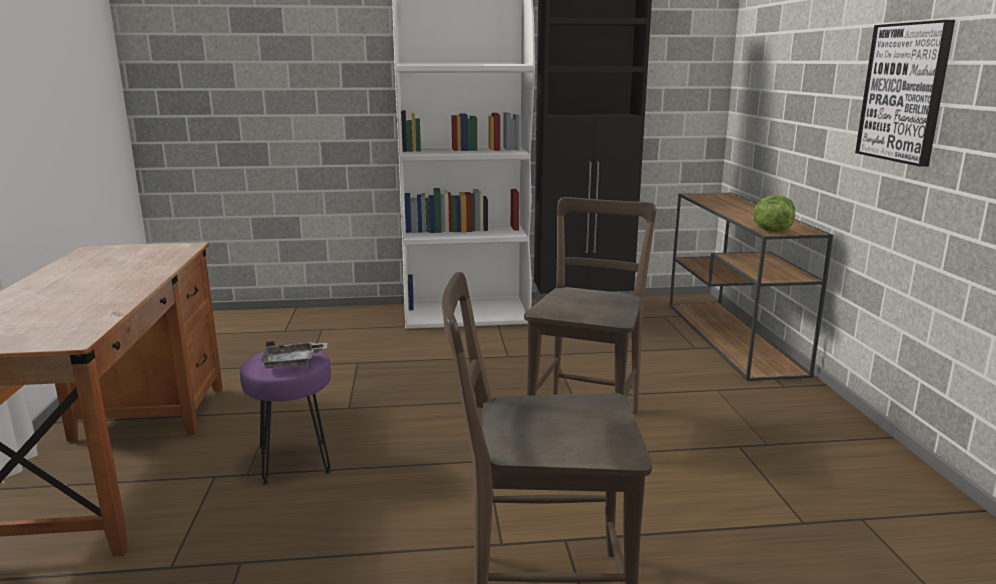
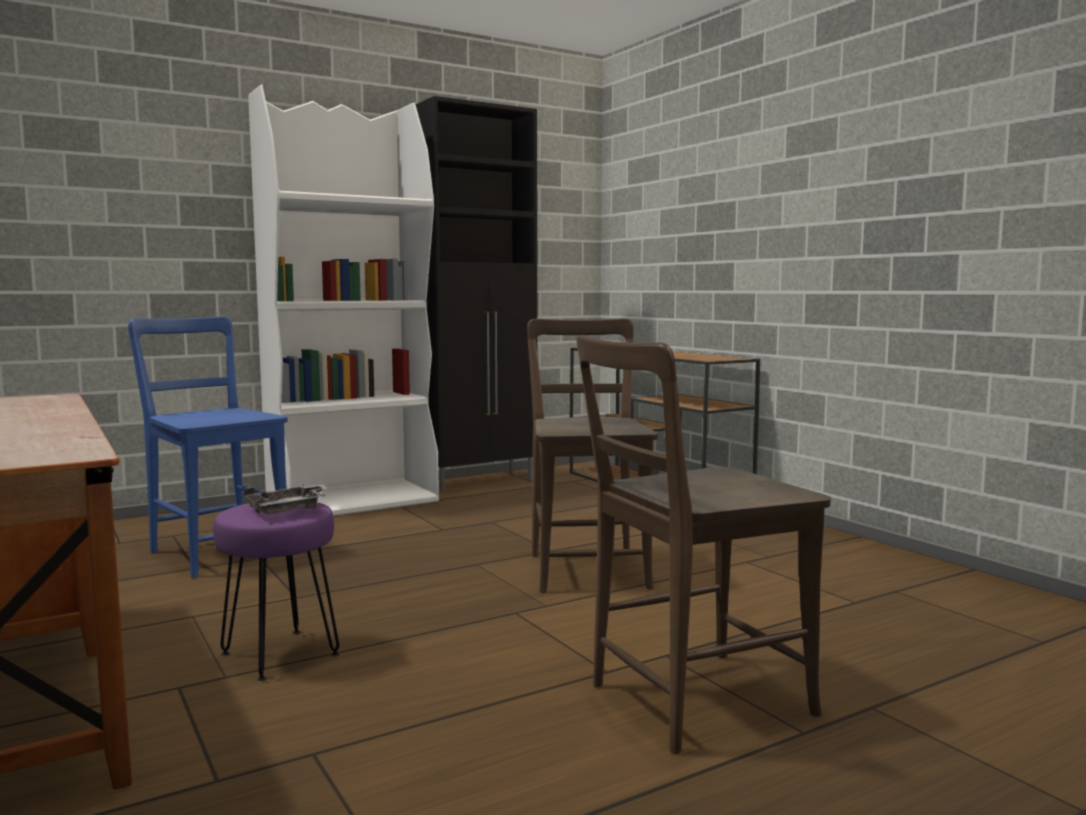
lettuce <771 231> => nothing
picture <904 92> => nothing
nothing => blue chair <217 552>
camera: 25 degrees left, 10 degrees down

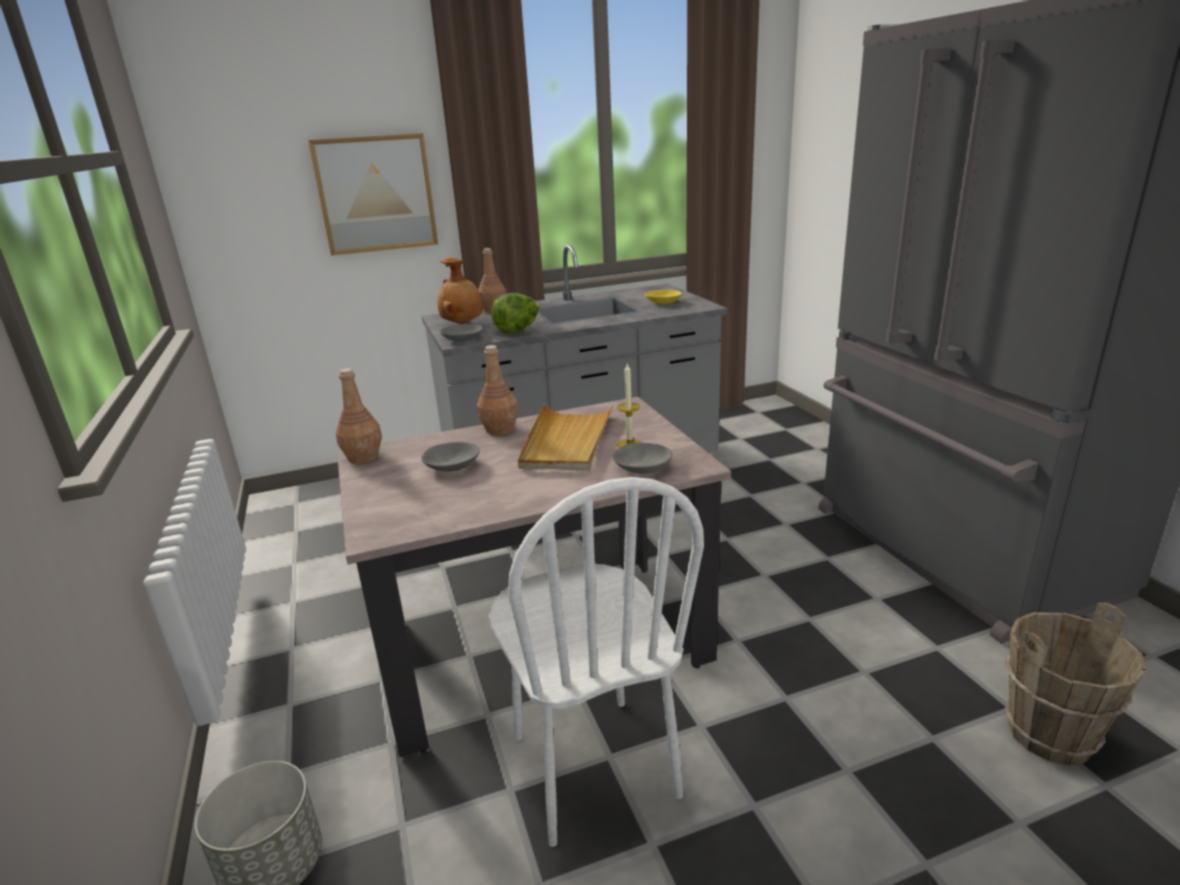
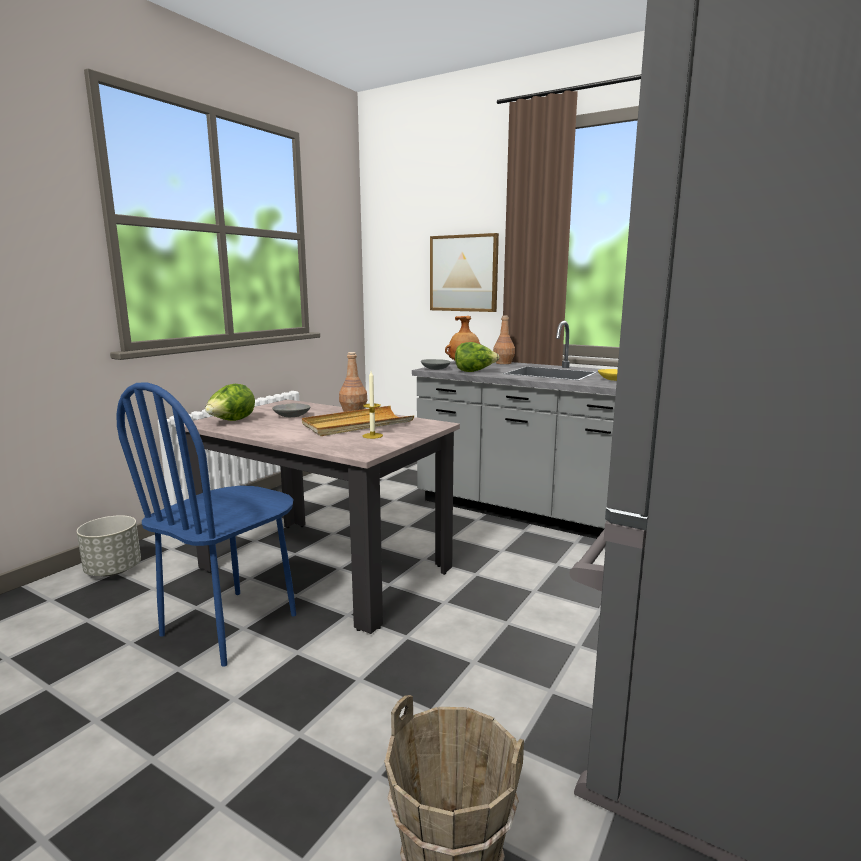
brown bottle <363 457> => nothing
white chair <592 766> => blue chair <230 625>
grey bowl <642 468> => nothing
nothing => lettuce <231 421>
camera: 50 degrees right, 10 degrees down

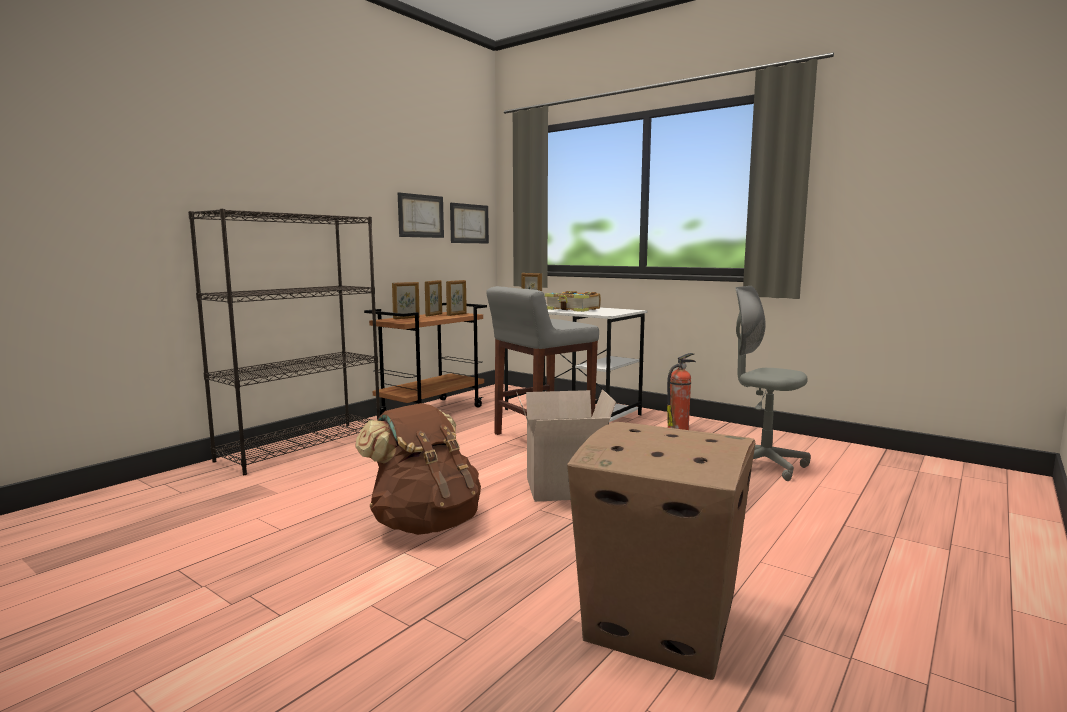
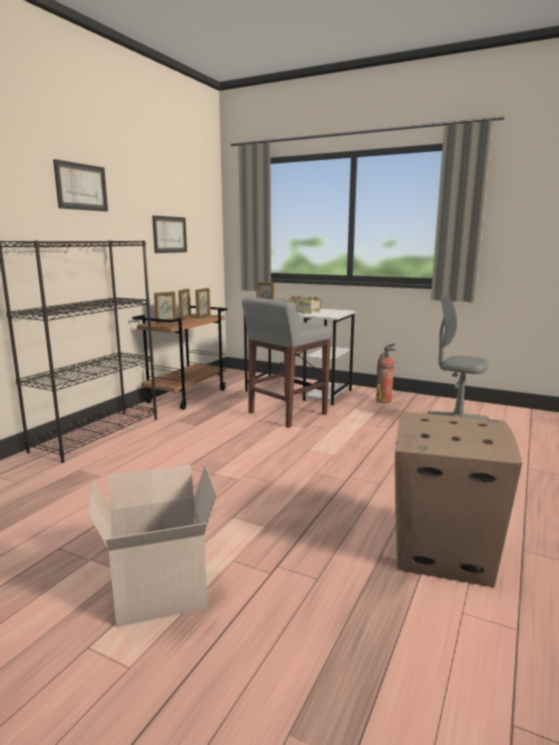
brown backpack <425 523> => nothing
picture <469 223> => picture <81 187>, shifted
cardboard box <562 489> => cardboard box <158 595>, shifted
camera: 10 degrees left, 5 degrees up

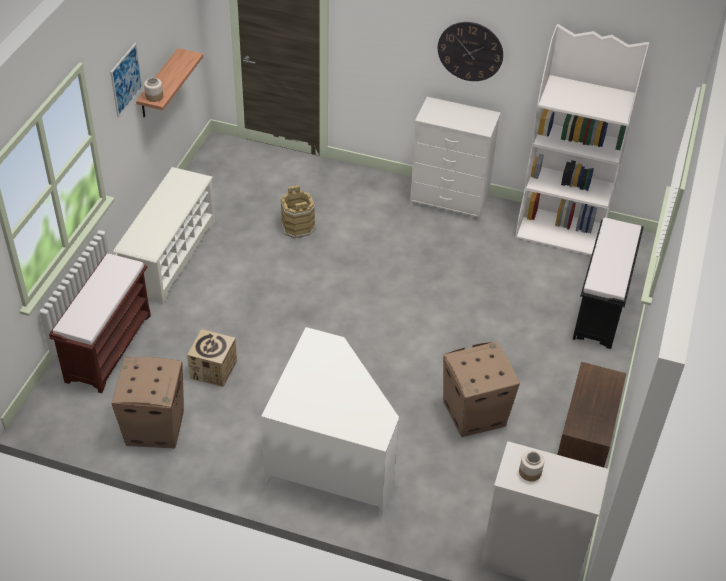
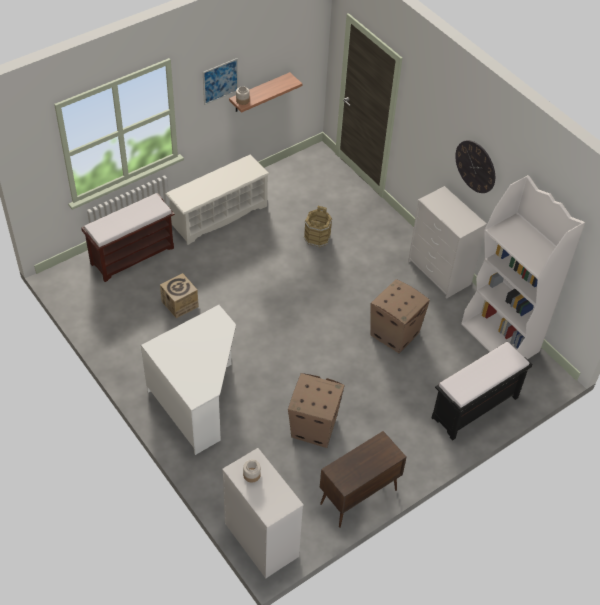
cardboard box <155 427> => cardboard box <395 333>, shifted
camera: 35 degrees right, 5 degrees up

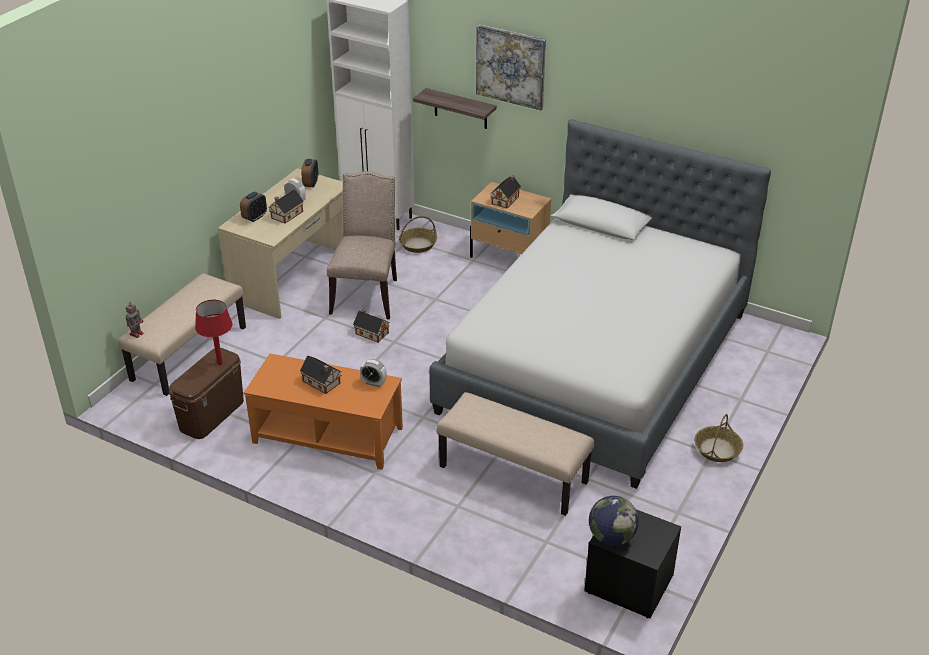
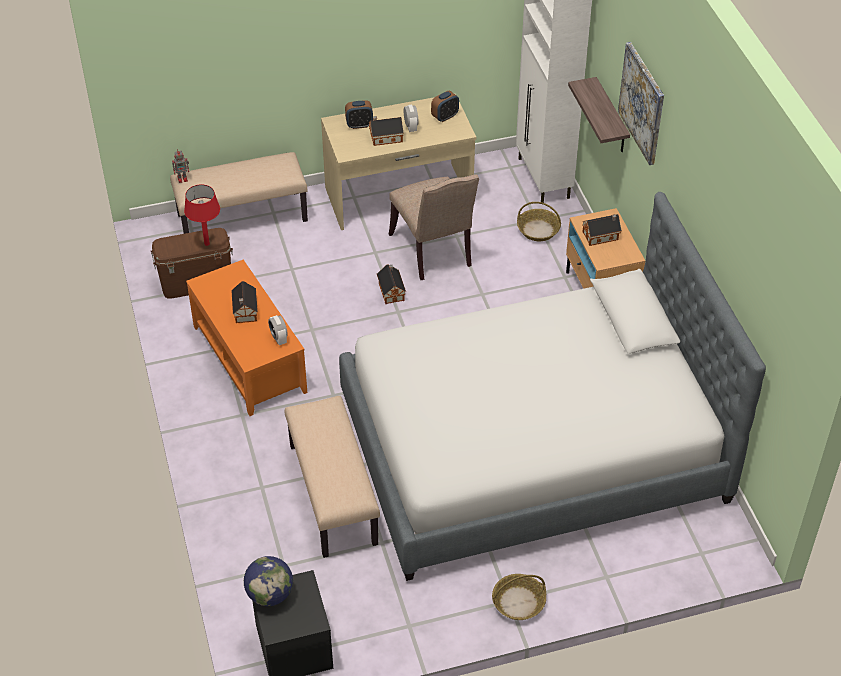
beige chair <367 294> => beige chair <434 252>, 105 degrees clockwise
camera: 45 degrees right, 10 degrees up

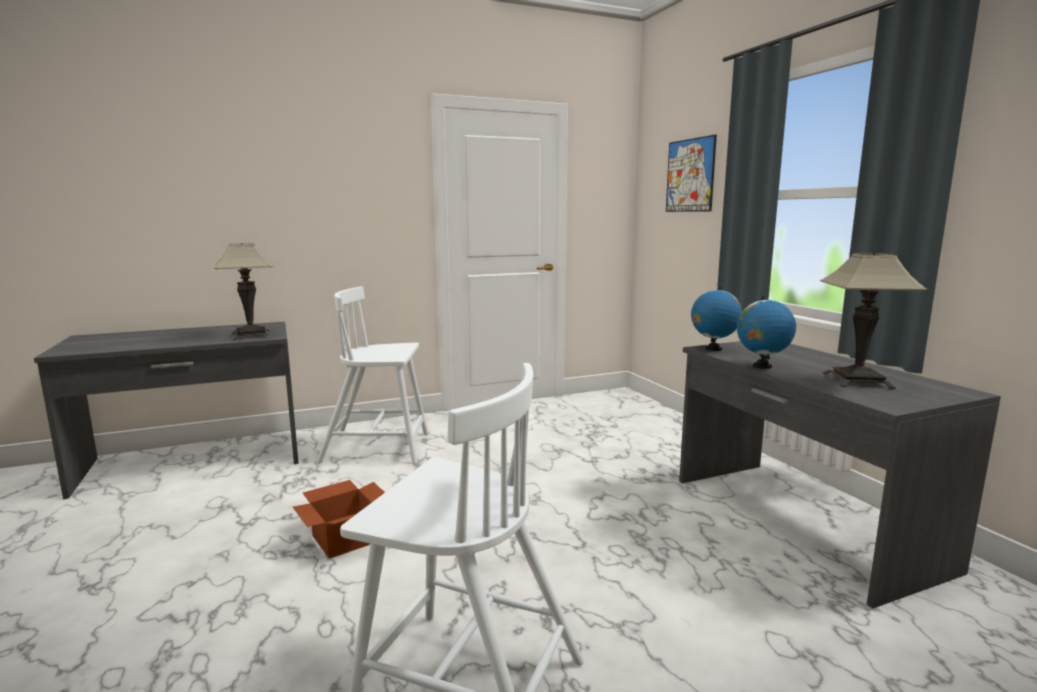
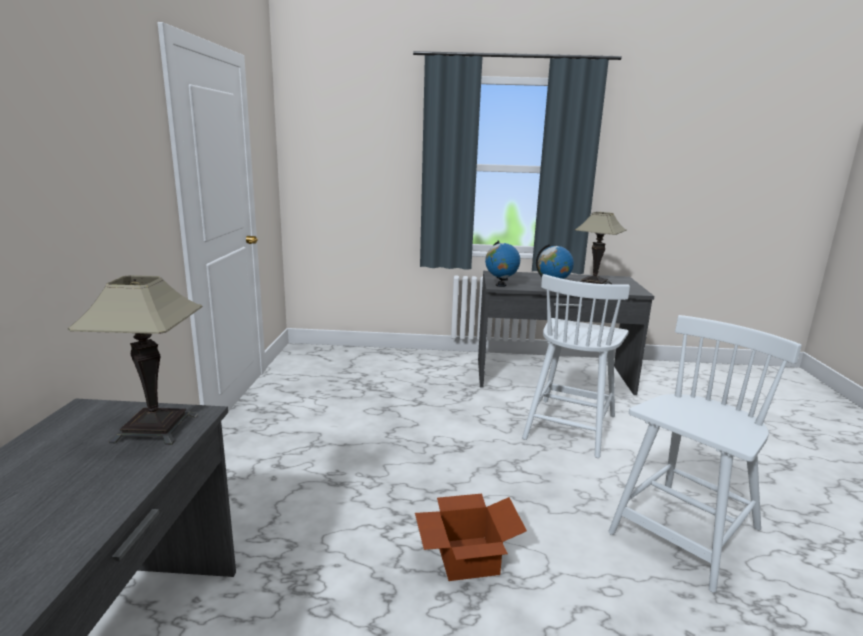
white chair <378 448> => white chair <570 426>, shifted
picture <690 175> => nothing
camera: 65 degrees left, 5 degrees up

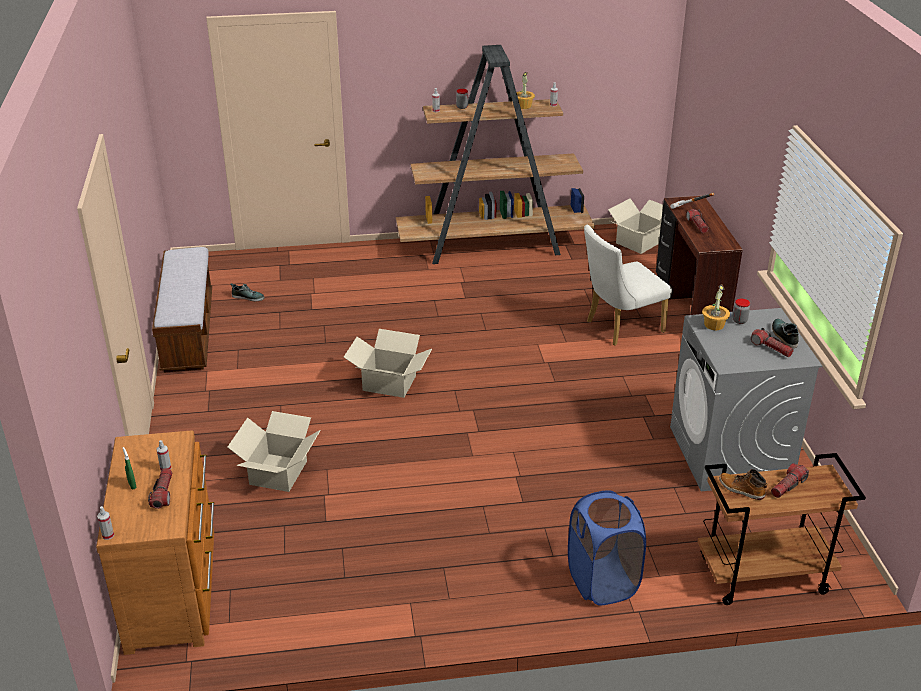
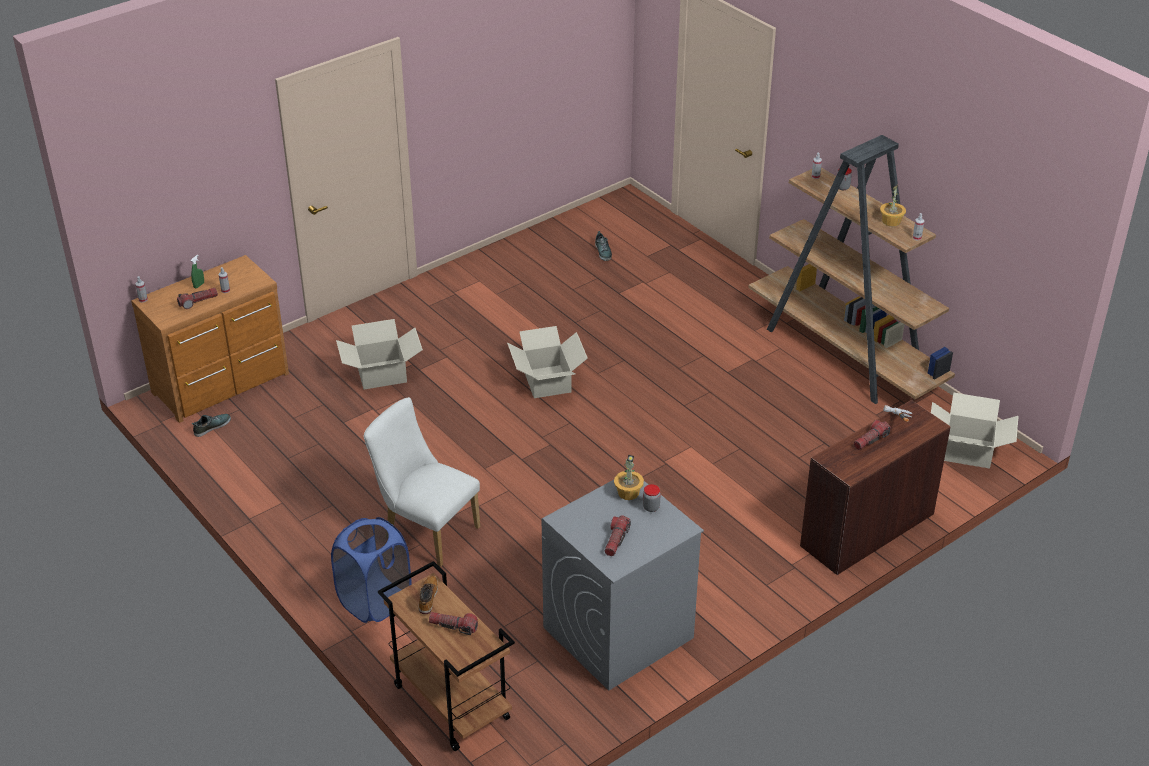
bench <188 331> => nothing
white chair <619 328> => white chair <426 530>, shifted
shoe <784 336> => shoe <212 426>, shifted
camera: 60 degrees right, 5 degrees up

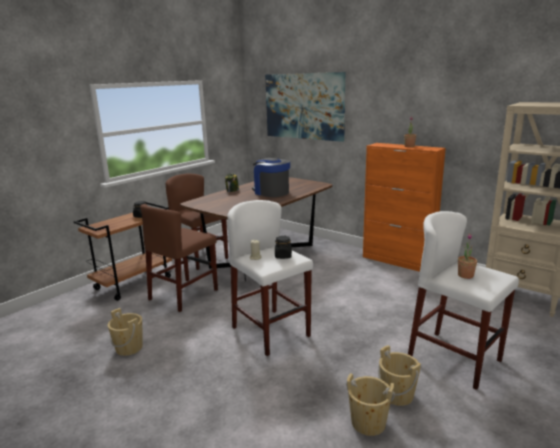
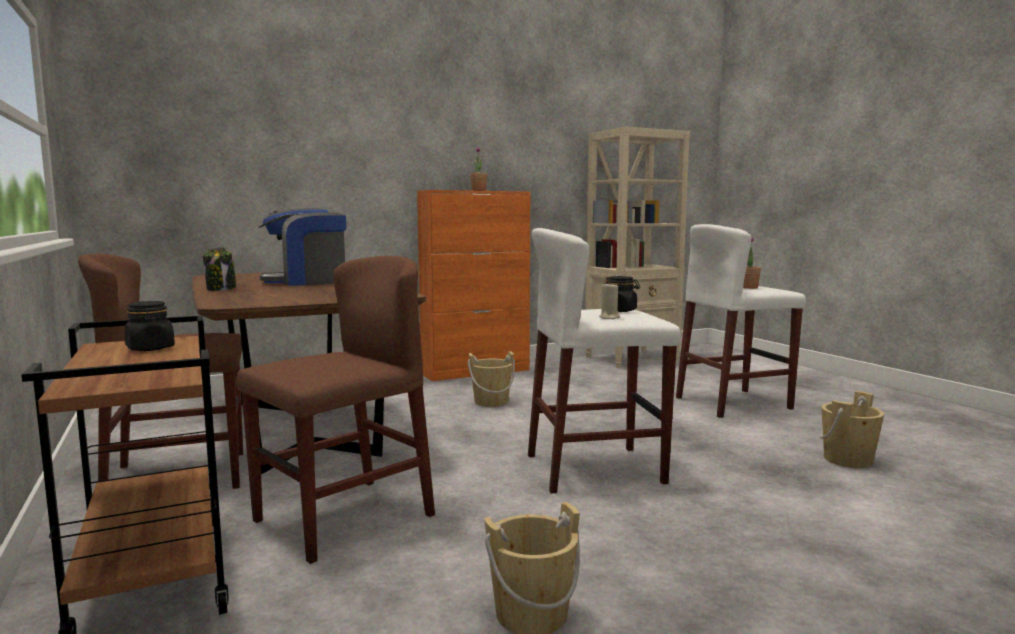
brown chair <184 294> => brown chair <344 518>, 105 degrees counterclockwise
picture <304 106> => nothing
beige bucket <397 395> => beige bucket <491 402>, shifted
camera: 65 degrees left, 10 degrees down

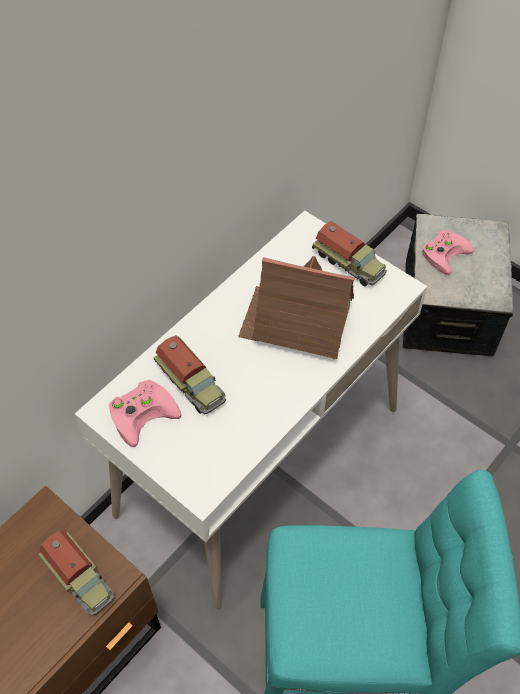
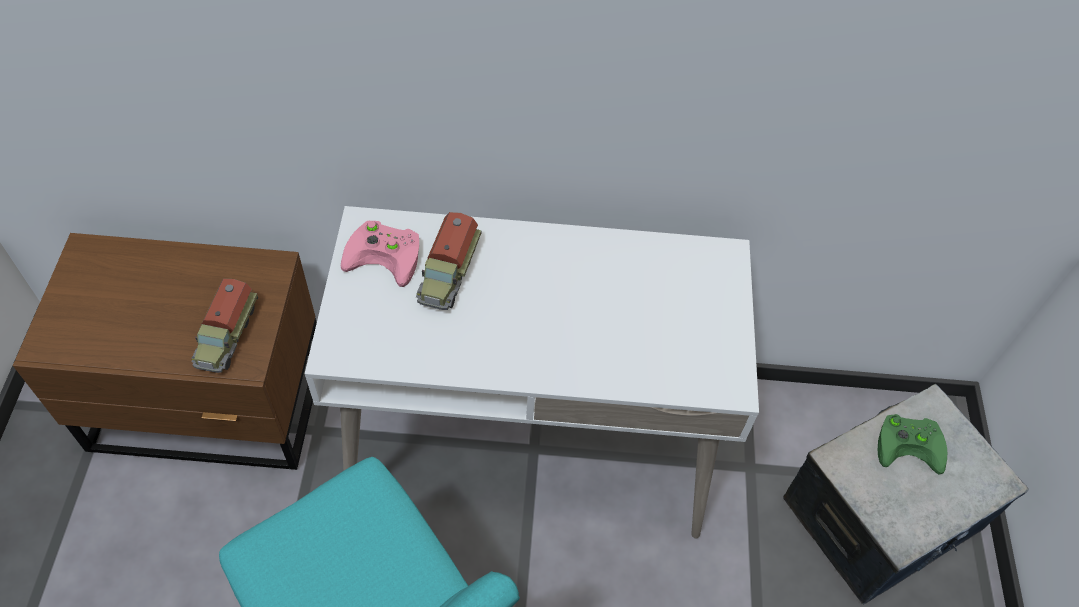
toy house <297 322> => nothing
toy truck <349 263> => nothing
pink game controller <444 252> => green game controller <911 444>
camera: 50 degrees right, 0 degrees up

